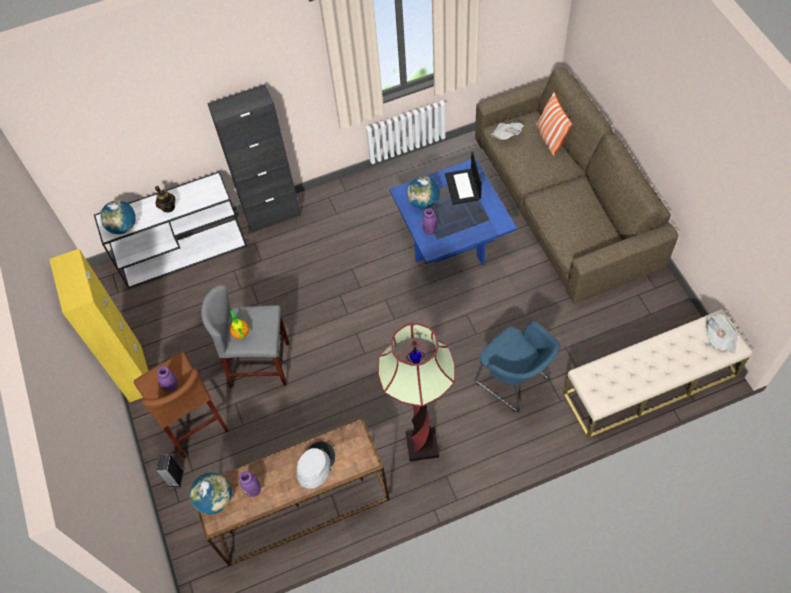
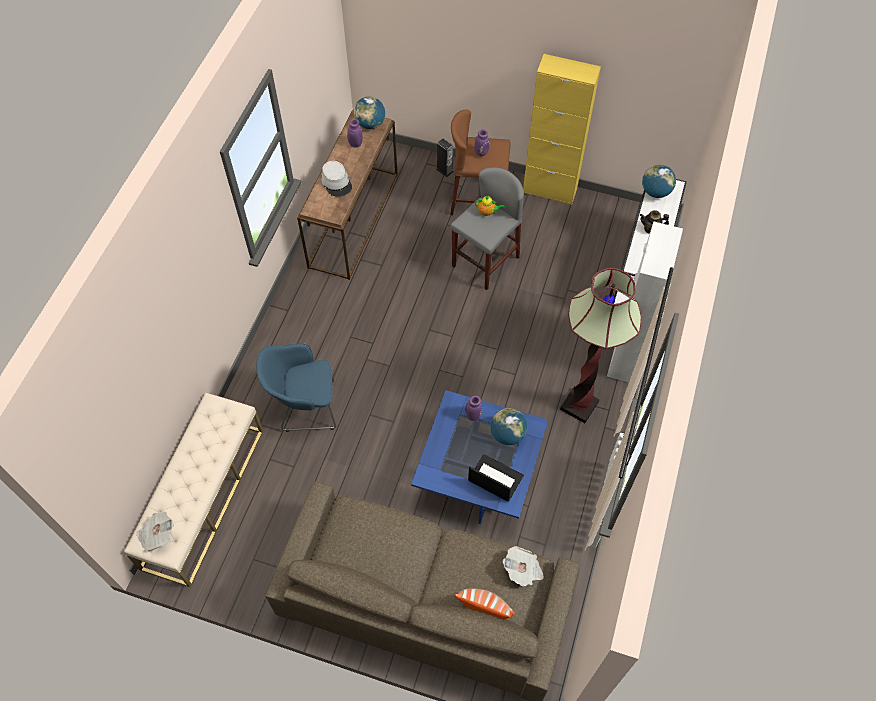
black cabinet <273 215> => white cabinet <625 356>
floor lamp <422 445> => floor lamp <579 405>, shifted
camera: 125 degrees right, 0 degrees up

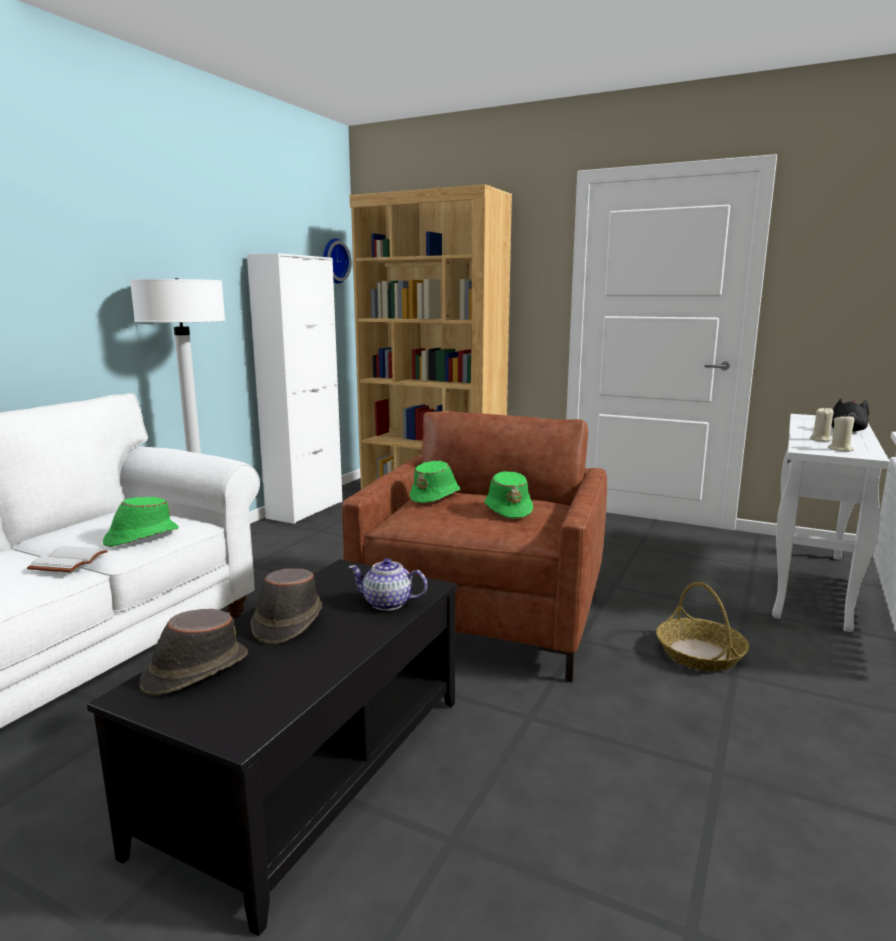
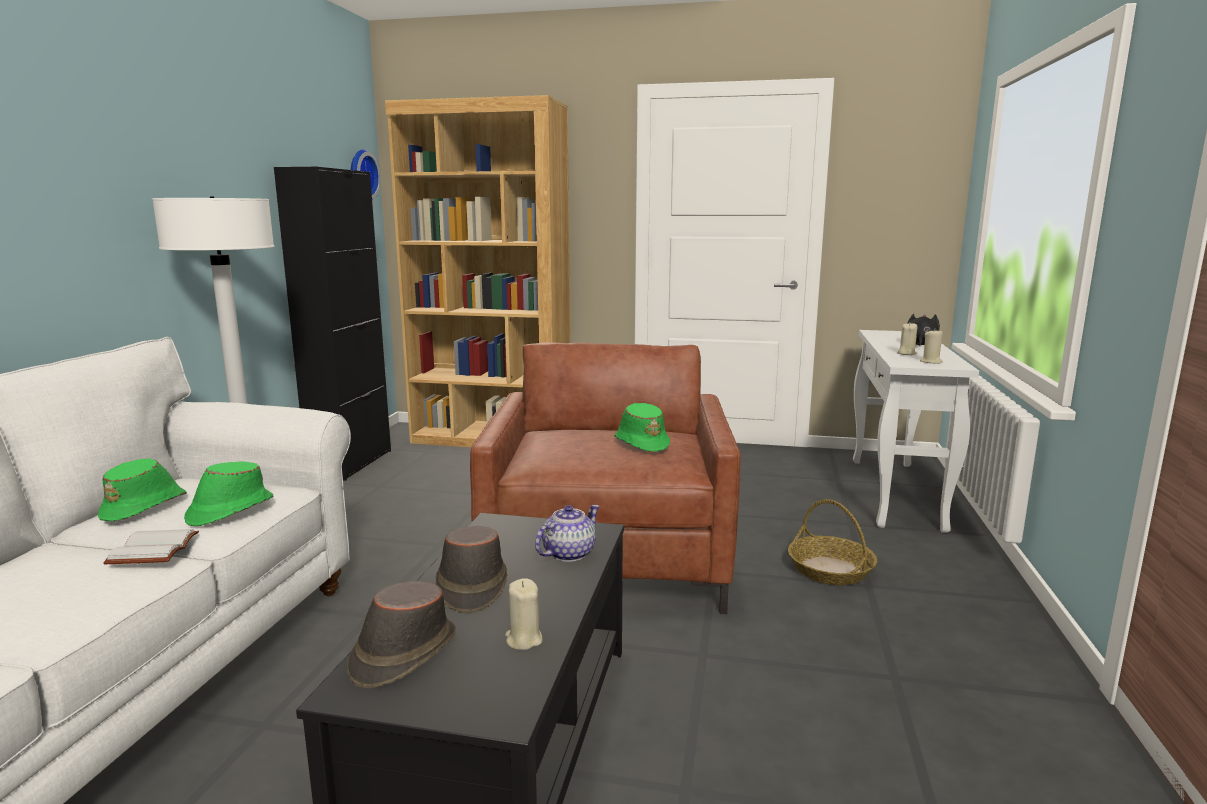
white cabinet <305 510> => black cabinet <351 463>
teapot <388 603> => teapot <568 554>, 135 degrees clockwise
green hat <436 497> => green hat <145 507>, shifted
nothing => beige candle <523 639>
camera: 15 degrees left, 0 degrees up

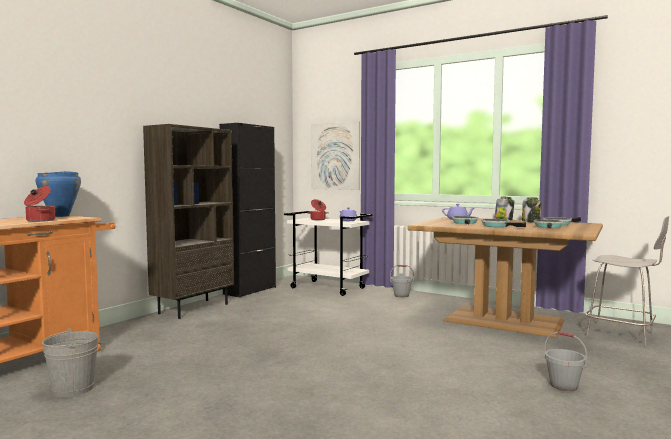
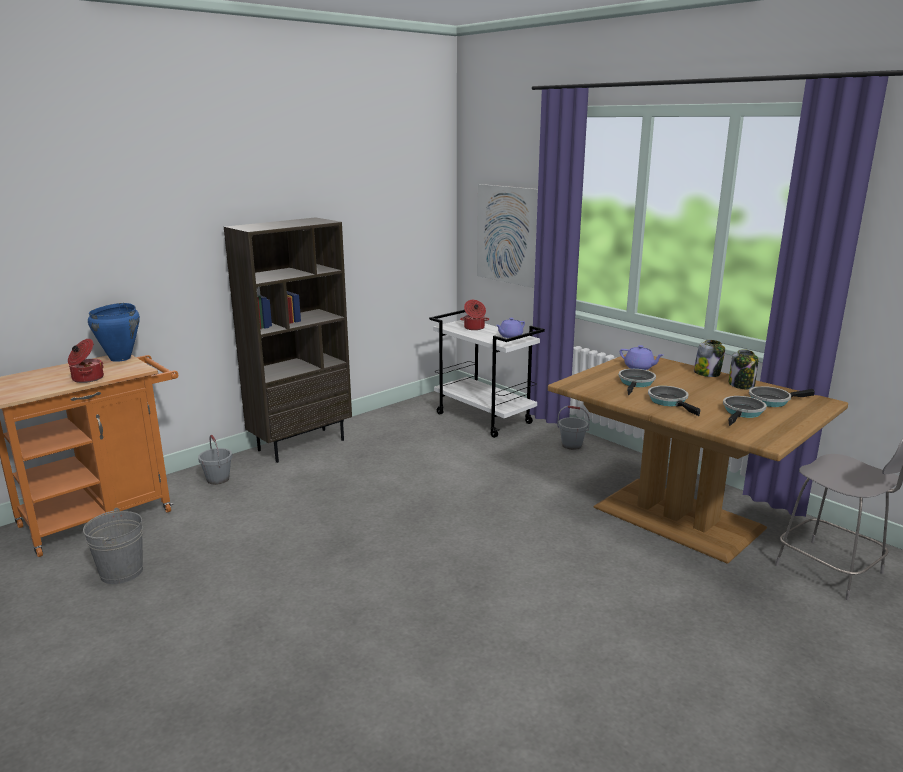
black cabinet <250 290> => nothing
grey bucket <564 386> => grey bucket <218 479>, shifted
camera: 15 degrees right, 15 degrees up

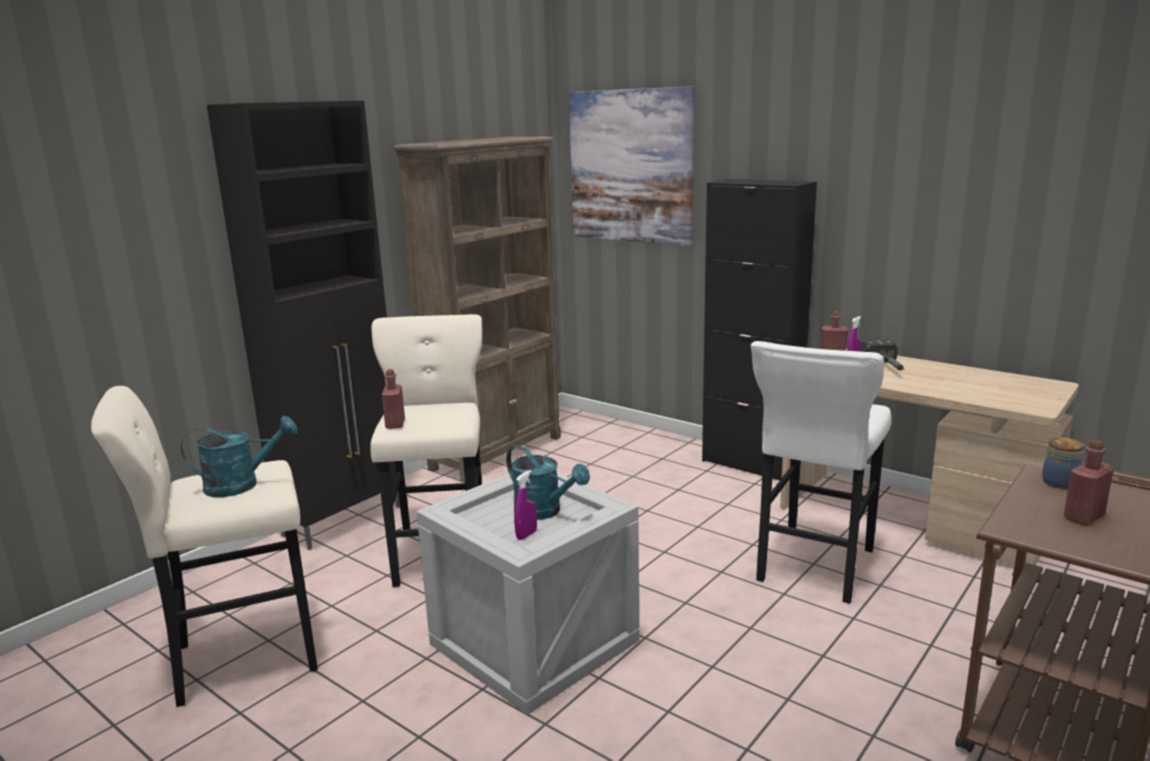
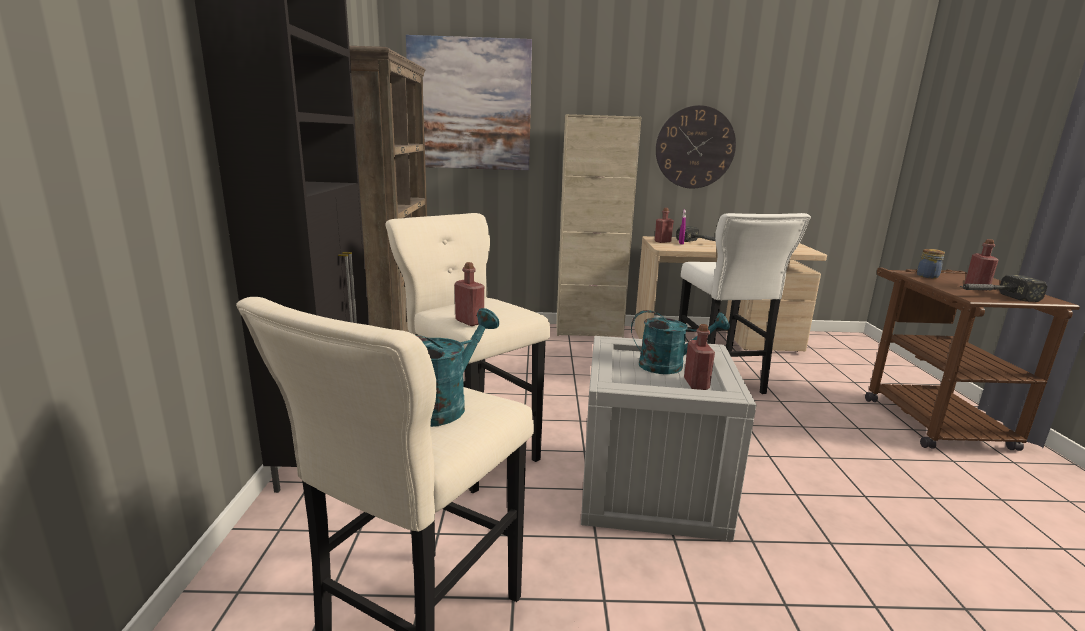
purple spray bottle <526 535> => red bottle <696 384>
black cabinet <750 464> => beige cabinet <589 331>
nothing => wall clock <695 147>
nothing => hammer <993 297>
camera: 40 degrees left, 0 degrees up

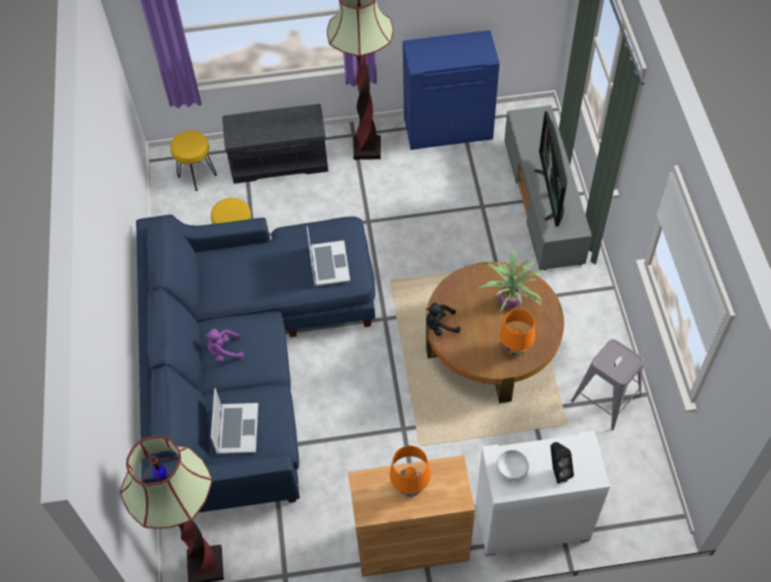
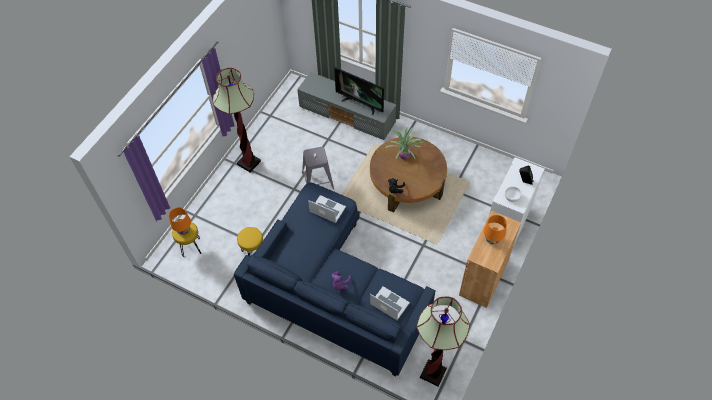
grey bench <280 160> => nothing
blue cabinet <448 128> => nothing
orange table lamp <515 348> => orange table lamp <184 230>, shifted
grey stool <606 398> => grey stool <317 180>, shifted
camera: 55 degrees left, 0 degrees up

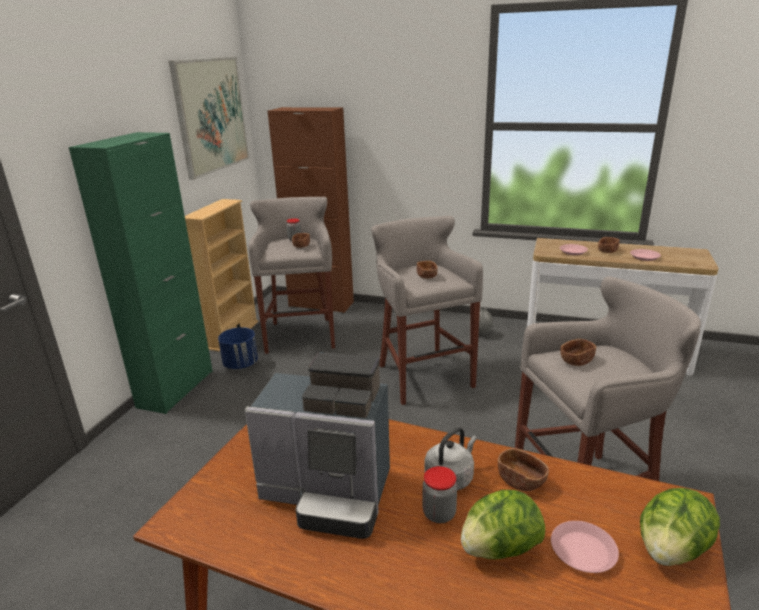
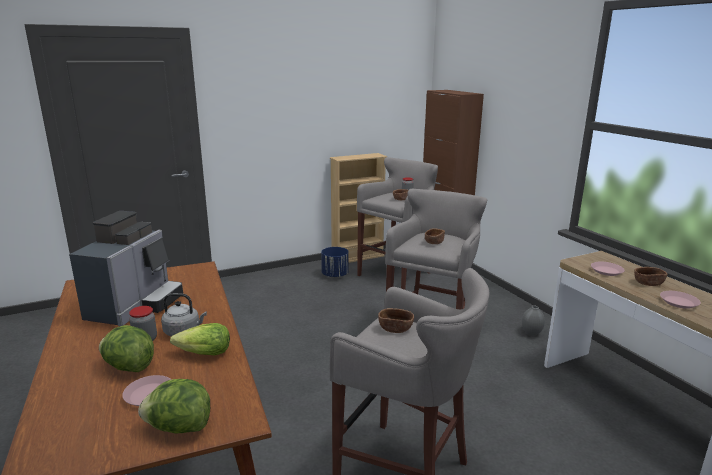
green cabinet <176 389> => nothing
picture <211 115> => nothing
coffee machine <330 493> => coffee machine <135 306>, 135 degrees counterclockwise
brown bowl <521 481> => lettuce <204 354>
camera: 45 degrees right, 5 degrees down

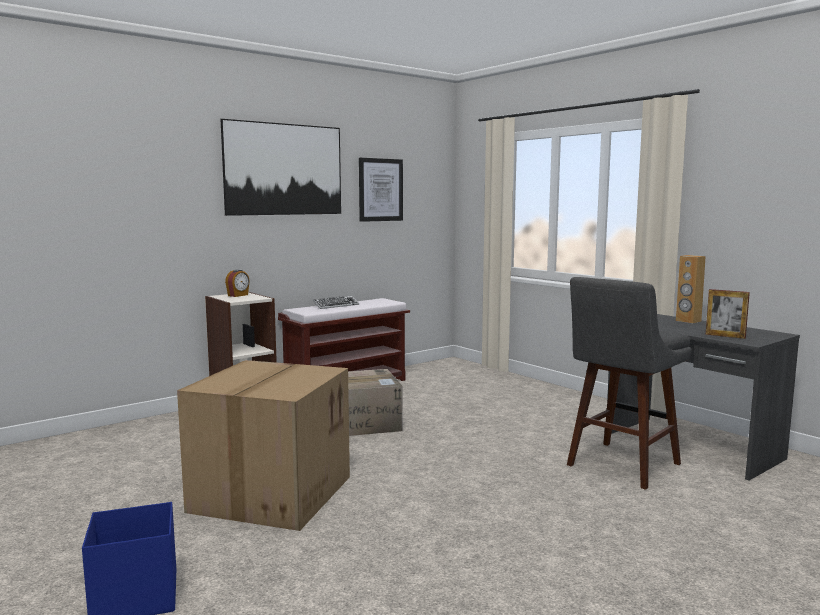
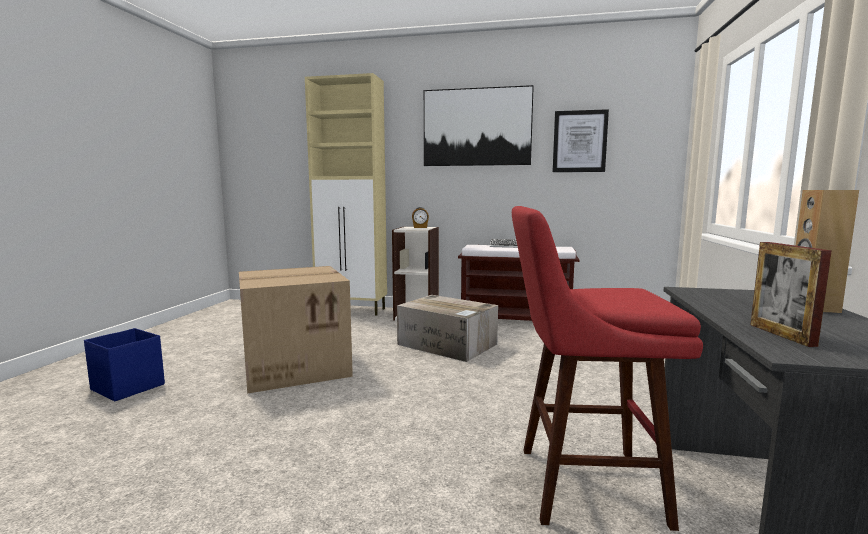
grey stool <620 466> => red stool <581 484>
nothing => beige cabinet <352 310>
camera: 50 degrees right, 0 degrees up

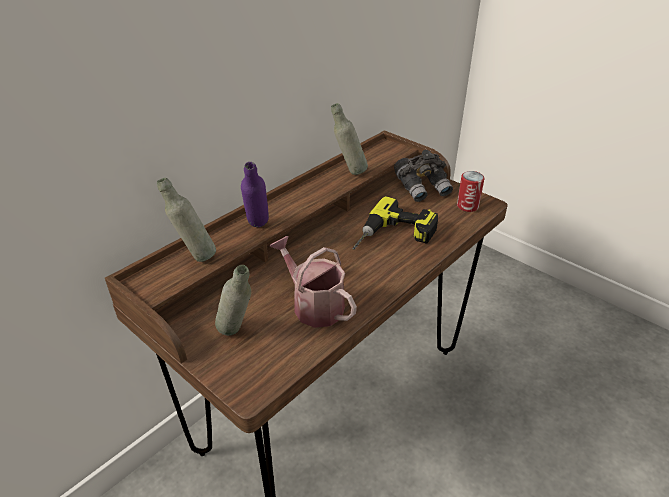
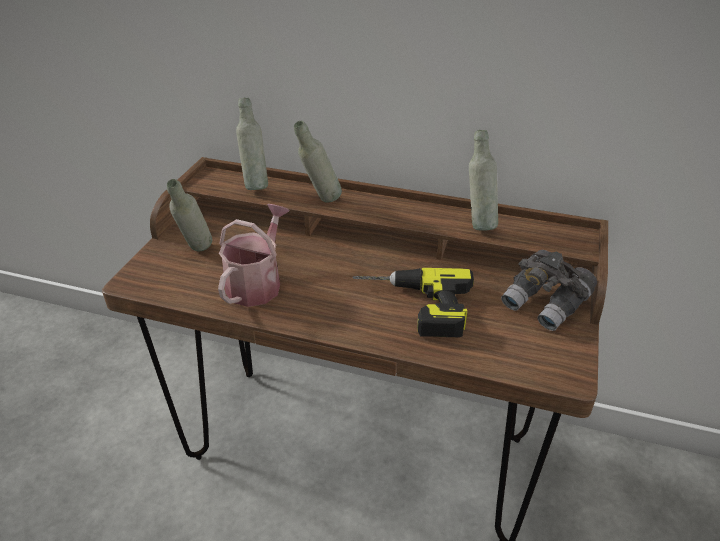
purple bottle <258 229> => grey bottle <320 202>
can <467 206> => nothing
camera: 65 degrees right, 0 degrees up

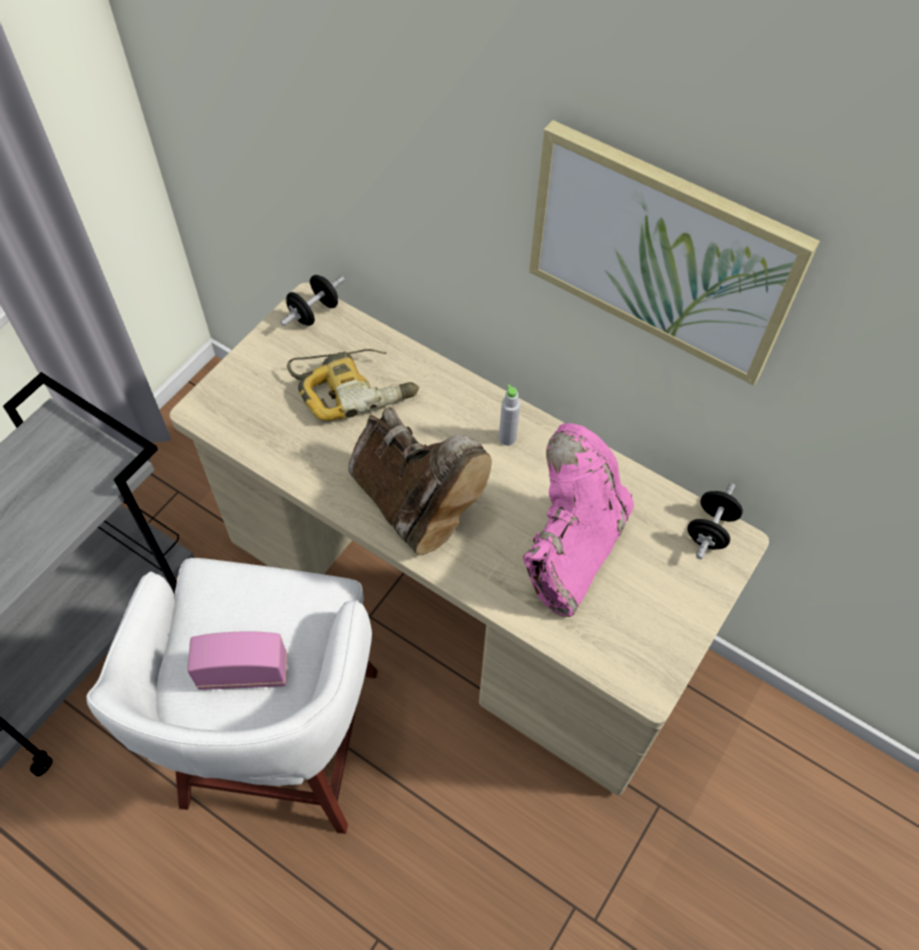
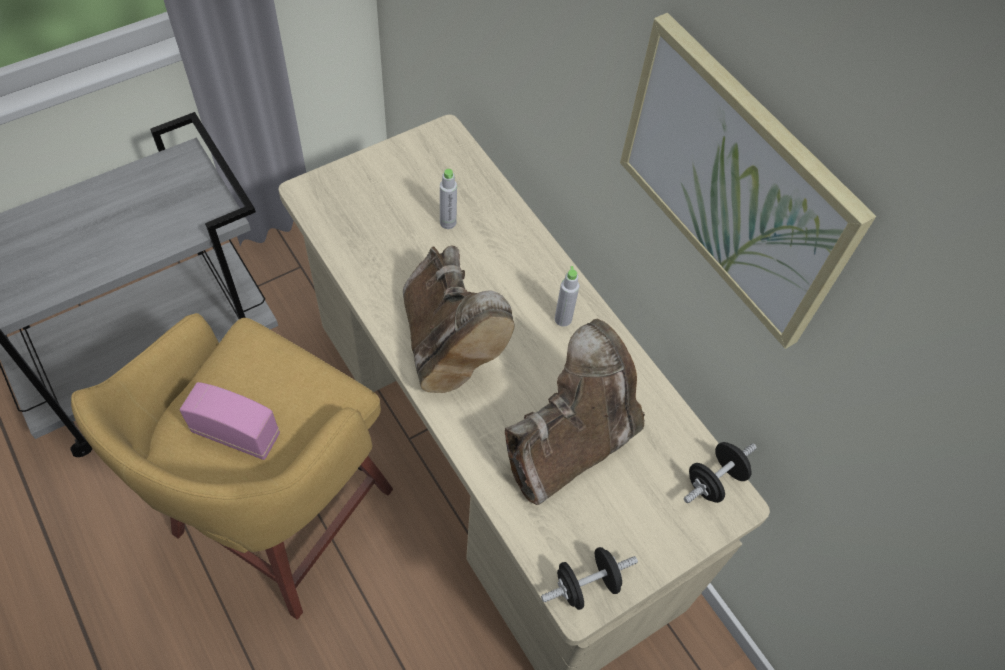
white stool <278 745> => yellow stool <278 517>
black dumbbell <314 312> => black dumbbell <586 585>, shifted
power drill <354 388> => grey bottle <448 222>
pink boot <570 549> => brown boot <570 443>
camera: 20 degrees right, 0 degrees up

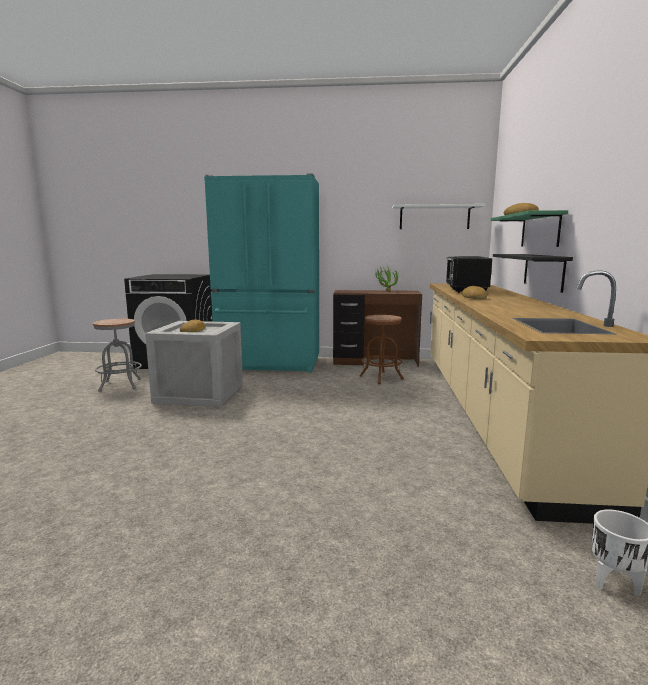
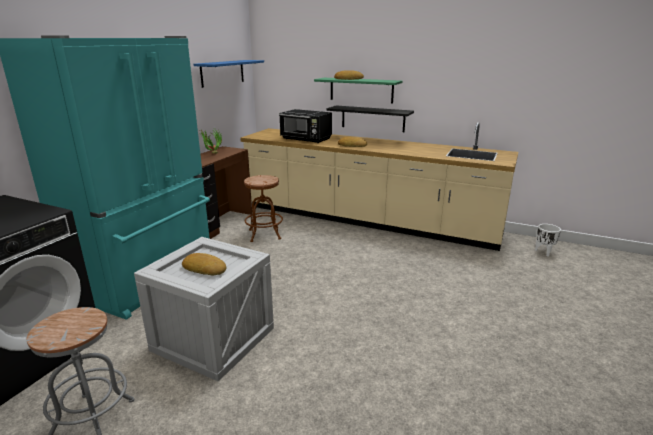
white shelf <434 217> => blue shelf <222 73>
camera: 70 degrees left, 10 degrees up

